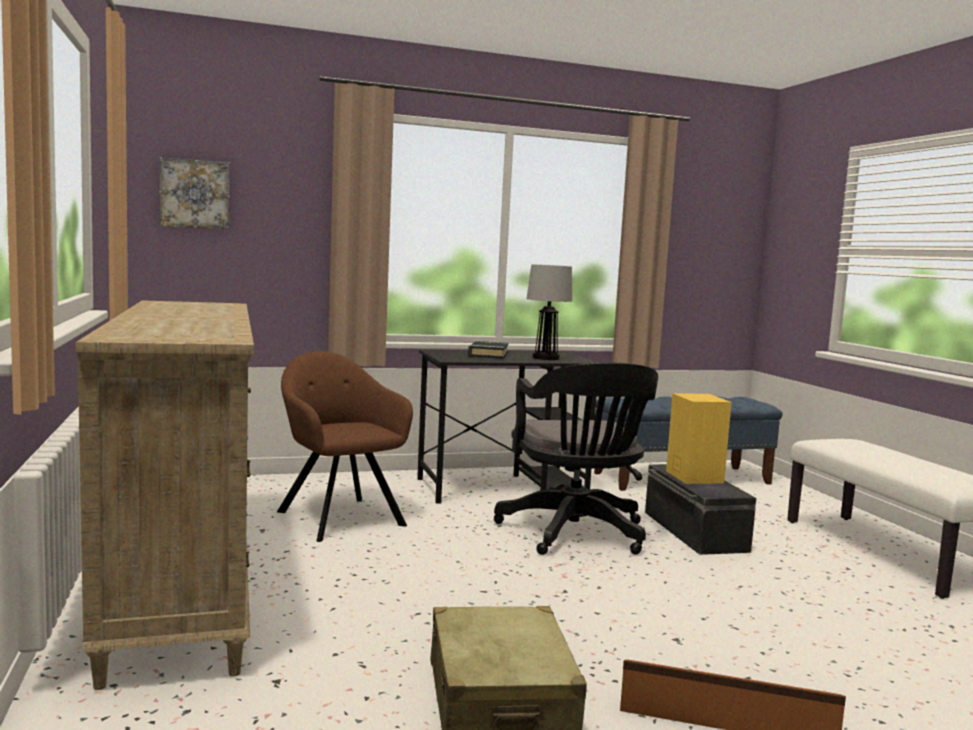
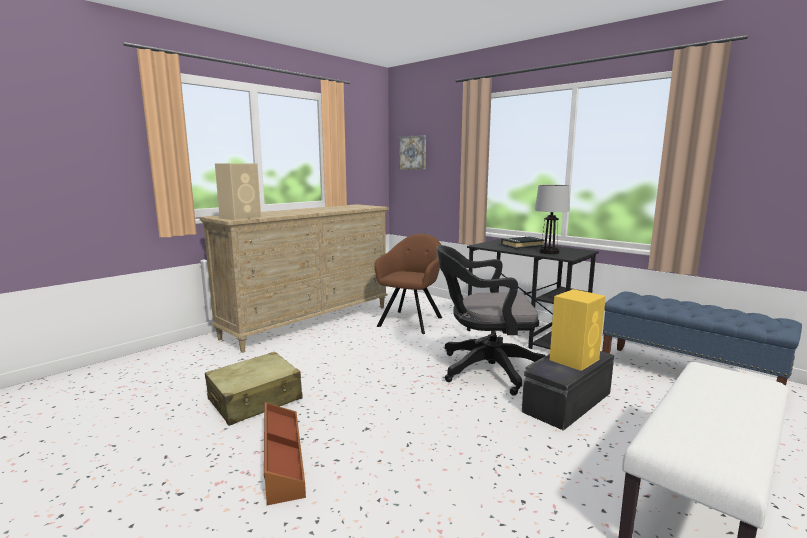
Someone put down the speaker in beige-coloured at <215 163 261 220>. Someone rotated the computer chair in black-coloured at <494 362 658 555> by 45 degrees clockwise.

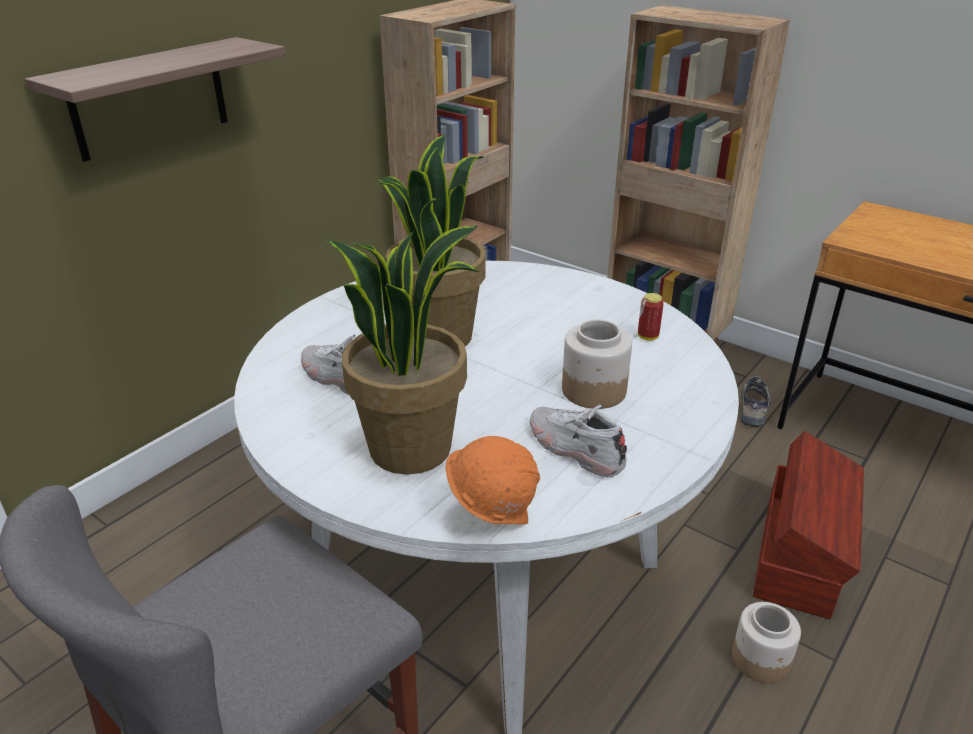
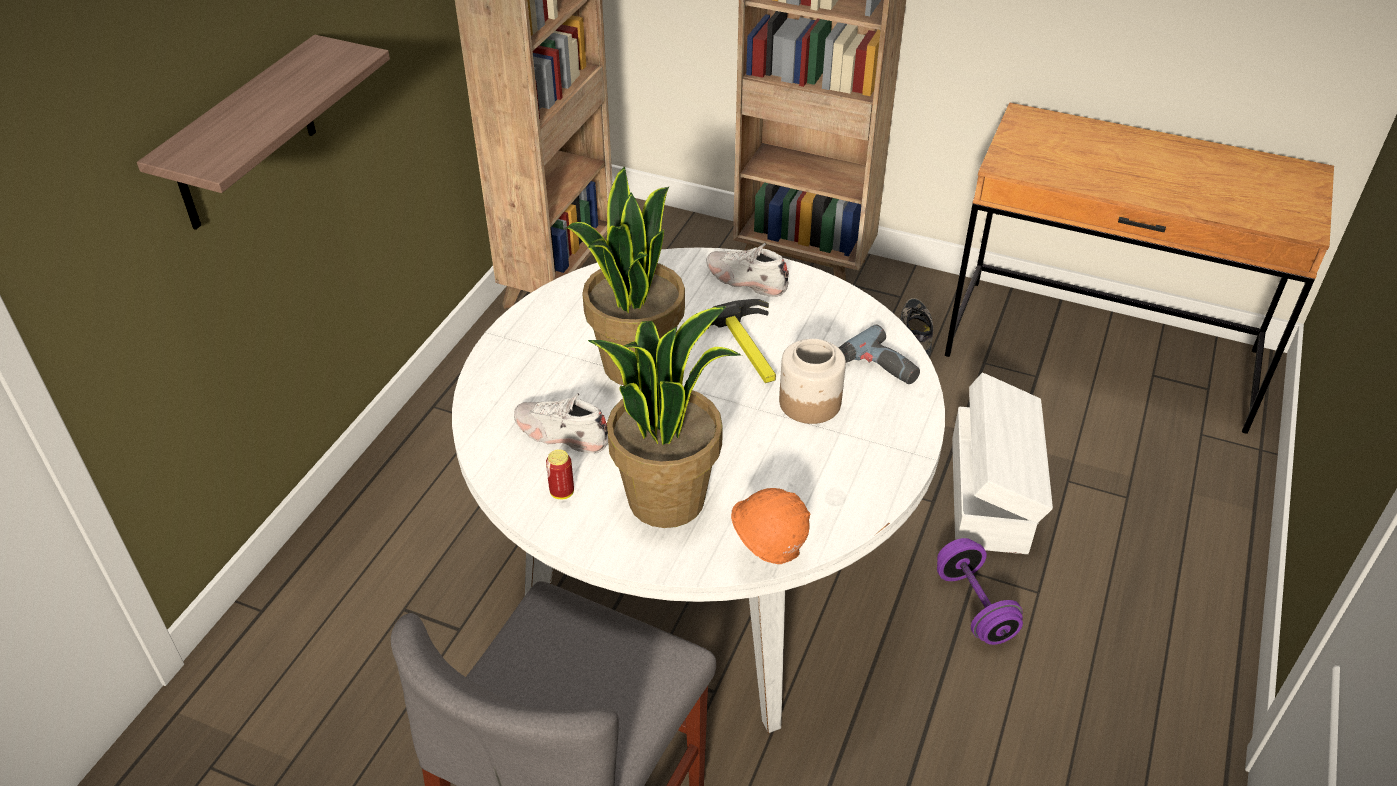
Someone carried the can from <638 293 664 341> to <546 449 574 499>. Someone put down the hand hammer at <696 299 776 383>. Someone carried the shoe in white from <530 404 627 478> to <706 243 789 297>. Someone put down the electric drill at <839 324 920 384>. Someone swapped the storage jar at <732 602 801 683> for the free weight in purple-coloured at <937 538 1023 645>. Someone repainted the storage bin in brown at <753 431 864 619>, which became the storage bin in white at <952 373 1053 554>.

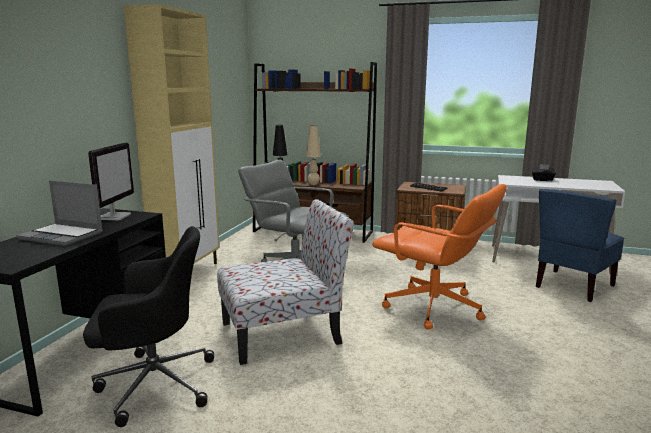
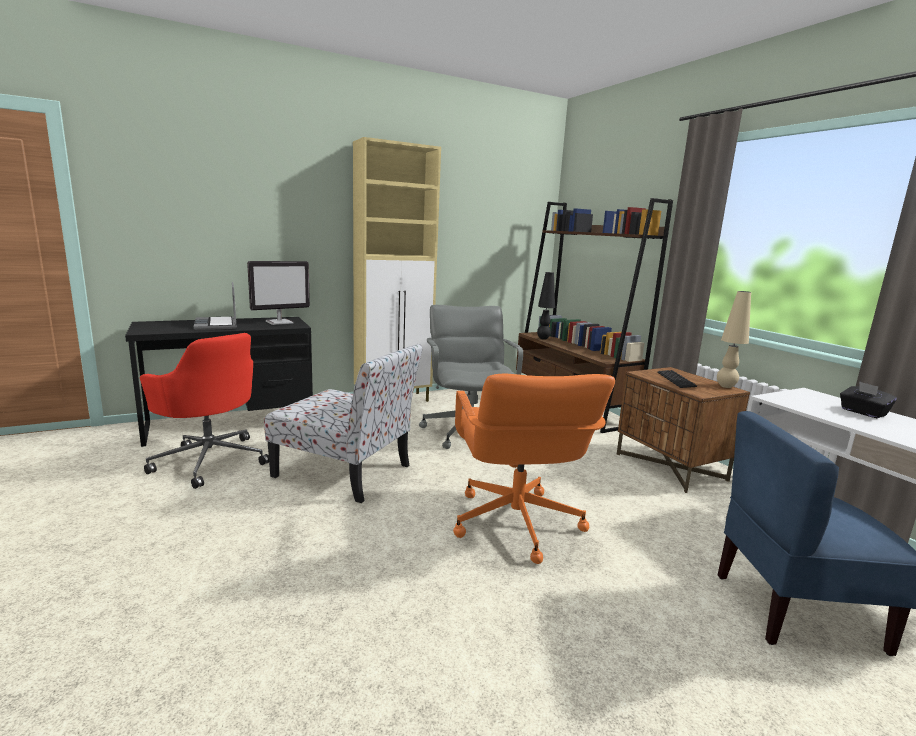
Someone repainted the computer chair in black-coloured at <83 226 214 427>, which became the computer chair in red at <140 333 269 489>. Someone carried the lamp for a table in beige-coloured from <306 126 321 185> to <717 291 751 388>.

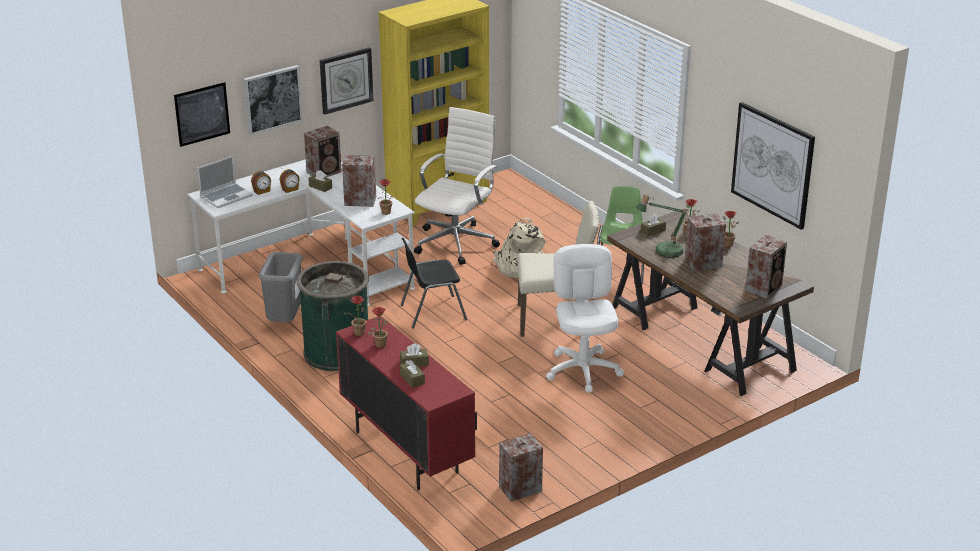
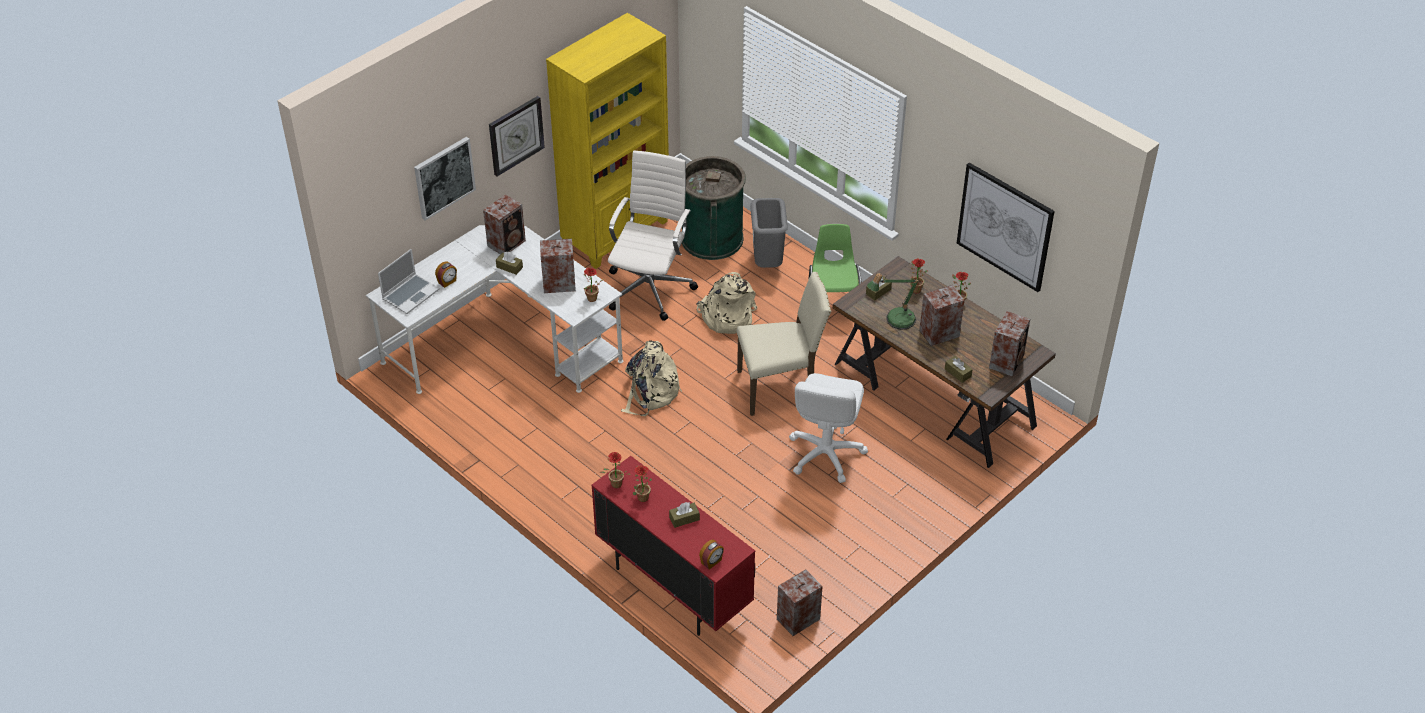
Someone swapped the plain chair in black-coloured at <401 238 468 328> for the knapsack in beige-coloured at <621 340 682 416>. Someone carried the rubbish bin in greenish from <297 261 369 371> to <682 156 746 260>. Someone carried the table clock from <280 169 300 193> to <699 540 724 570>. Someone carried the rubbish bin in grey from <258 252 303 322> to <750 198 788 268>. Someone rotated the computer chair in white at <546 244 624 393> by 150 degrees counterclockwise. Someone carried the tissue box in brown from <400 360 425 388> to <945 356 973 383>. Someone took away the picture at <174 82 230 147>.

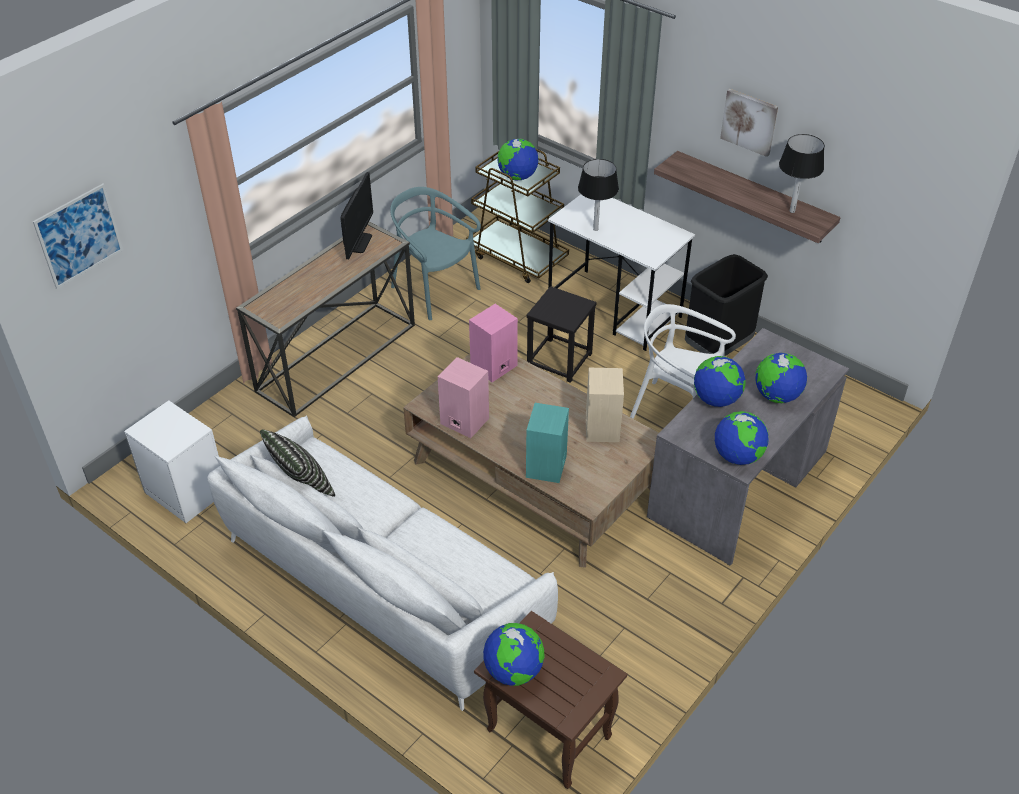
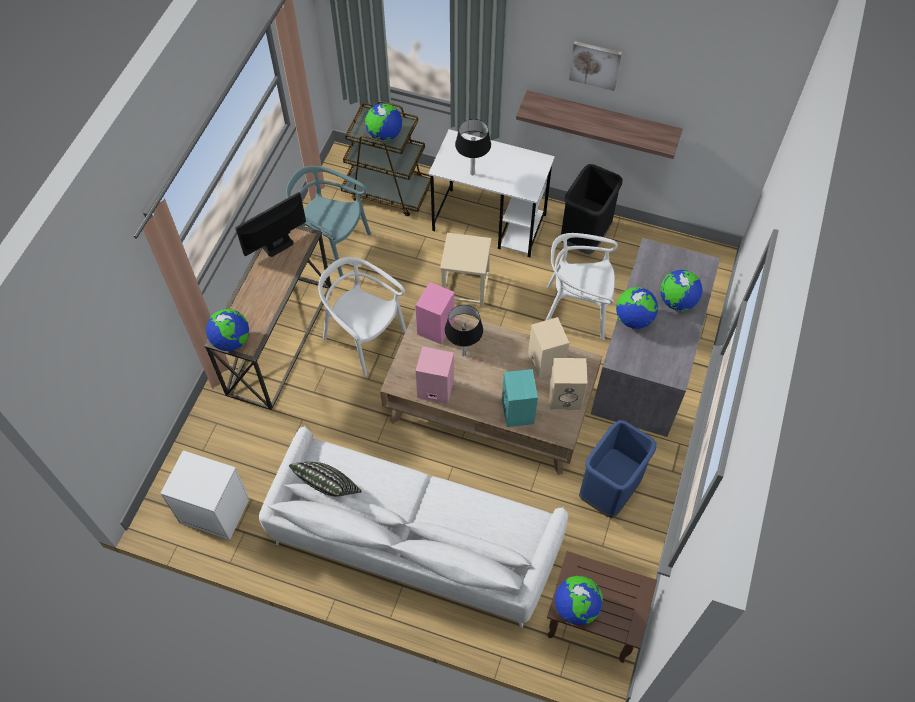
Someone carried the world globe from <715 411 769 465> to <206 309 249 351>. Someone rotated the monitor at <341 172 373 259> by 120 degrees counterclockwise. Someone put down the plain chair in white at <318 257 406 376>. Someone repainted the stool seat in black-coloured at <526 286 597 383>, which became the stool seat in beige-coloured at <440 233 492 307>. Someone carried the lamp for a table in black-coloured from <779 134 824 213> to <445 305 483 356>. Someone put down the speaker in beige-coloured at <549 358 588 410>. Someone put down the rubbish bin in bluish at <579 420 657 518>. Someone took away the picture at <33 184 123 289>.

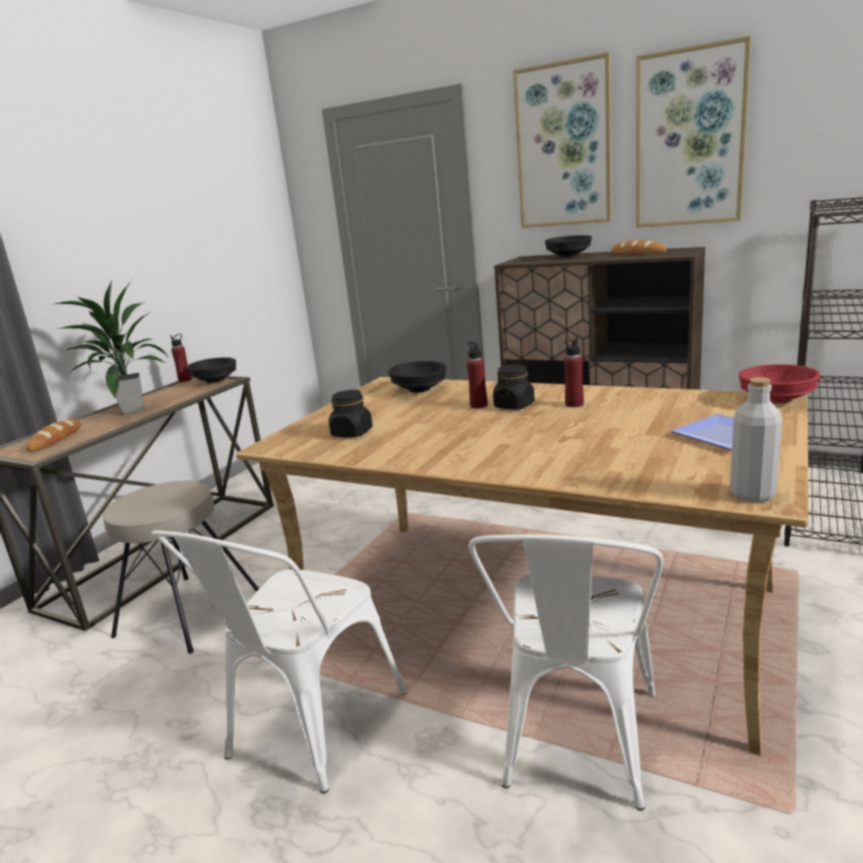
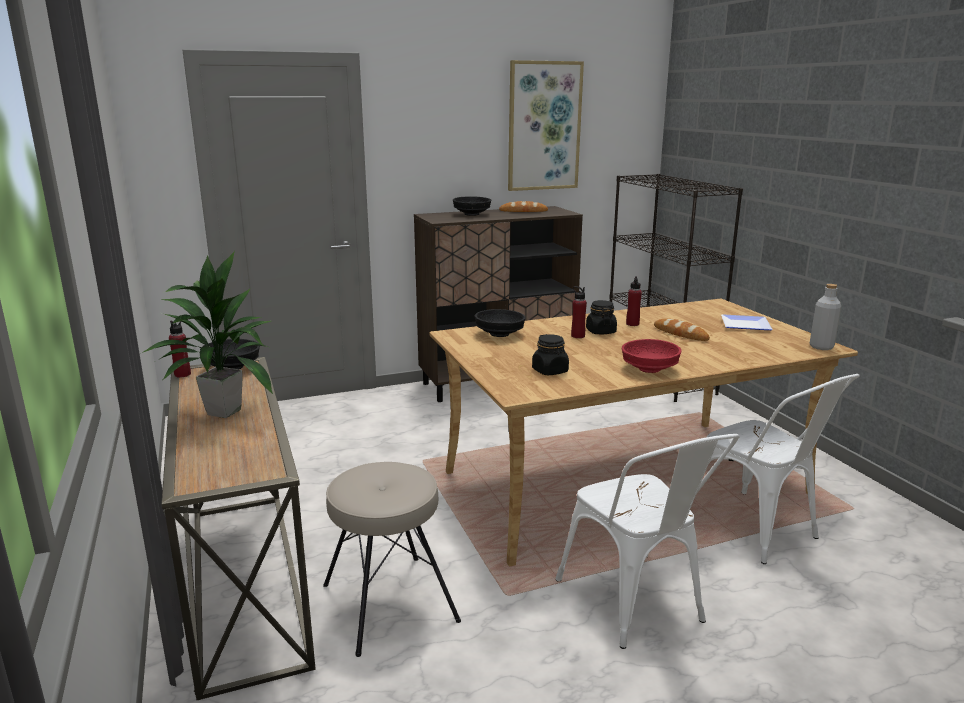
Someone carried the deep dish in red from <739 364 820 404> to <622 339 682 373>. Someone carried the bakery bread from <26 419 81 452> to <654 318 710 341>. Someone took away the picture at <513 52 612 228>.

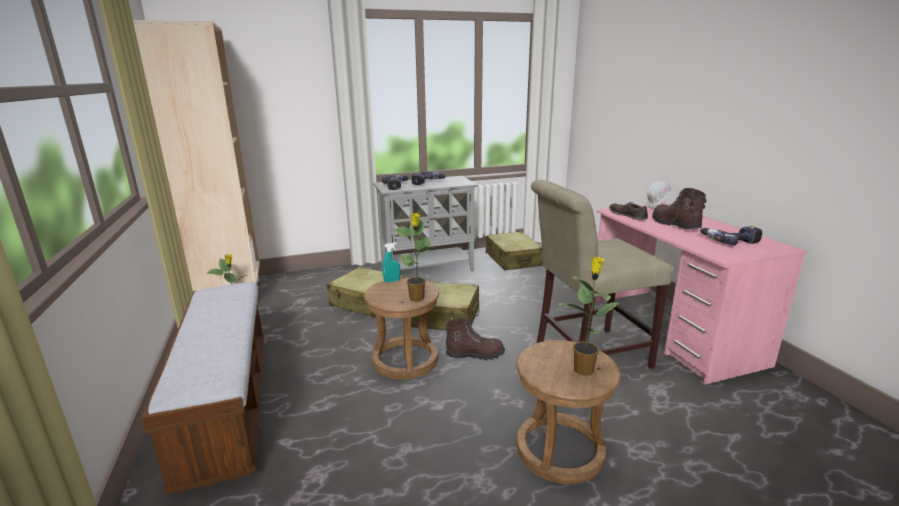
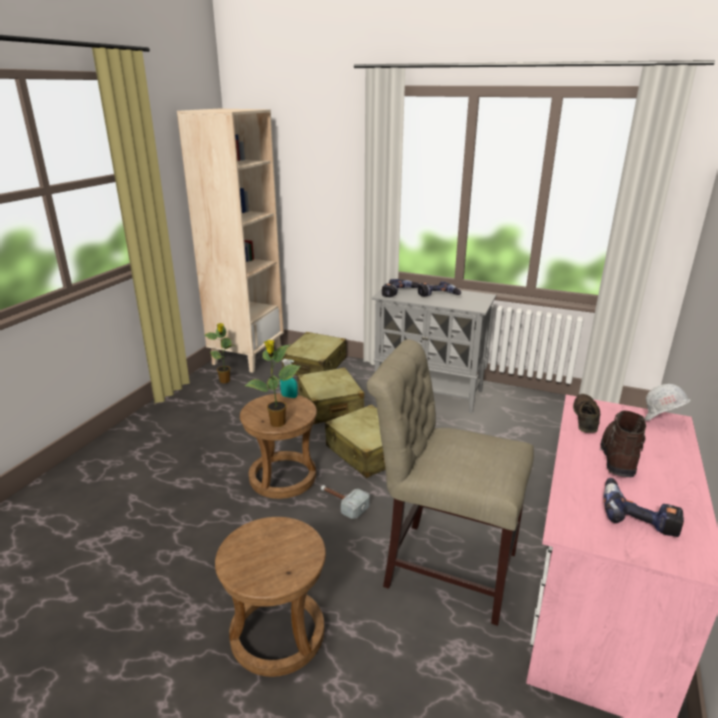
Someone carried the travel case in beige-coloured from <486 231 543 270> to <282 332 347 376>. Someone swapped the tall boot in brown at <446 318 505 360> for the hand hammer at <321 485 370 519>. Someone took away the long seat at <142 282 265 494>. Someone took away the plant in a pot at <556 257 625 376>.

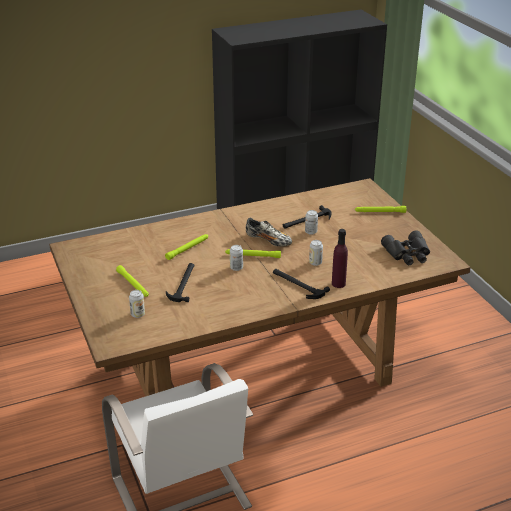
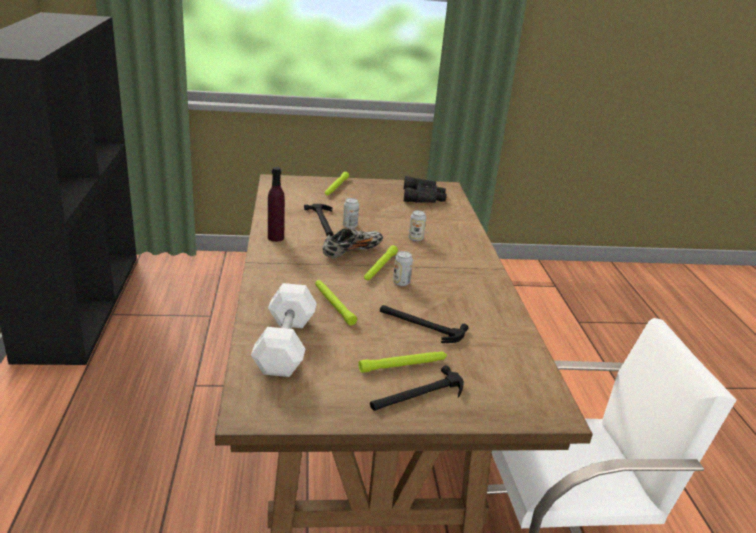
Someone put down the free weight in white at <251 283 317 377>. Someone carried the drink bottle in purple-coloured from <332 229 348 288> to <268 167 285 242>. Someone carried the hand hammer from <273 269 330 299> to <370 365 464 411>. Someone took away the can at <129 290 145 318>.

